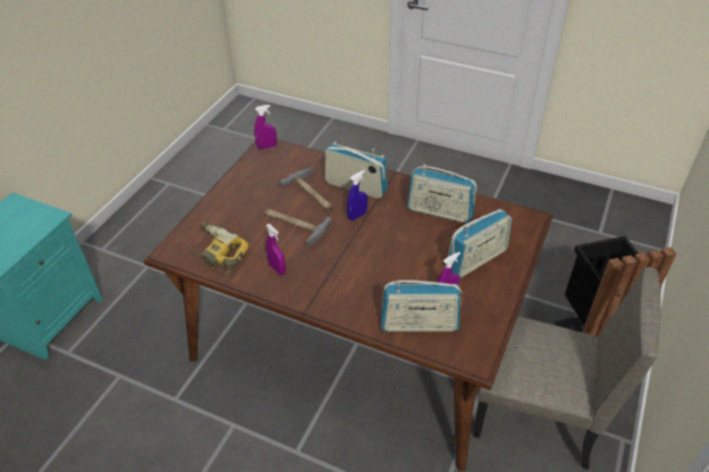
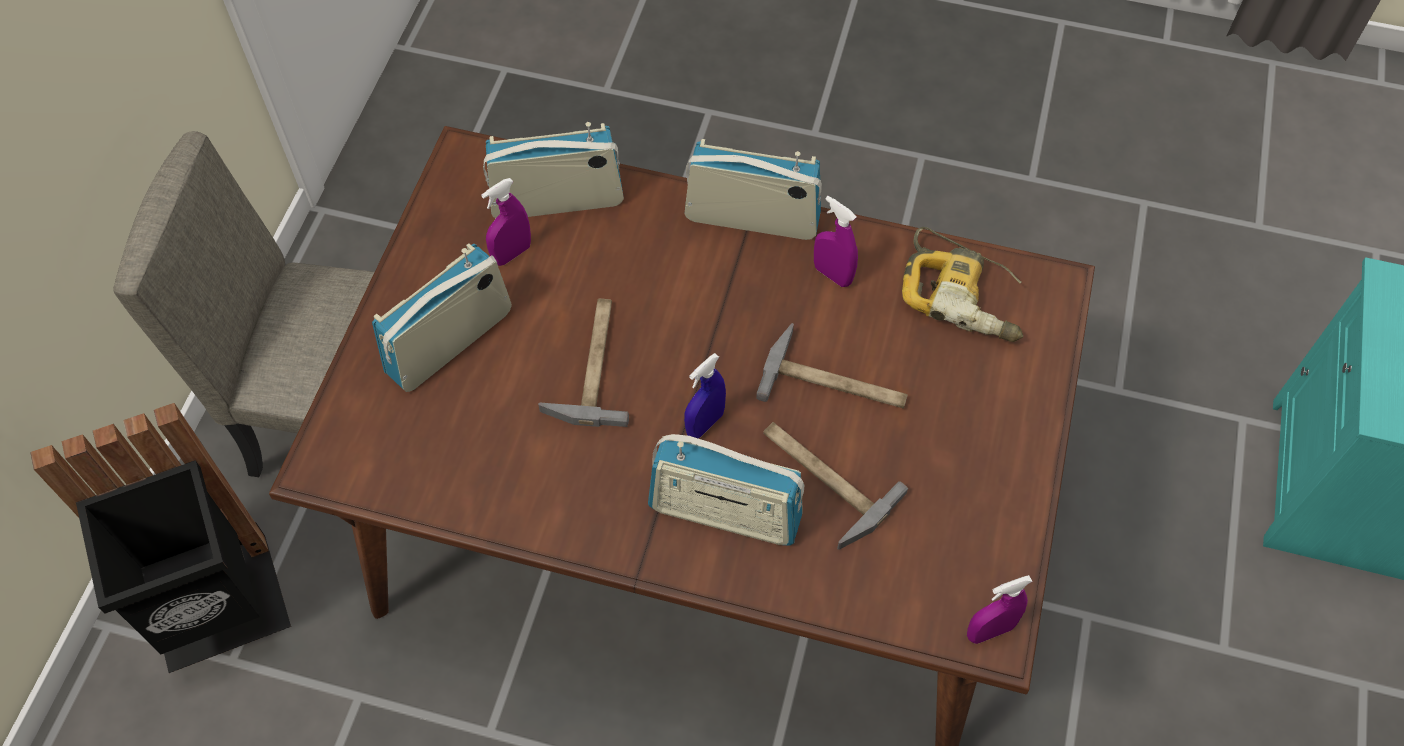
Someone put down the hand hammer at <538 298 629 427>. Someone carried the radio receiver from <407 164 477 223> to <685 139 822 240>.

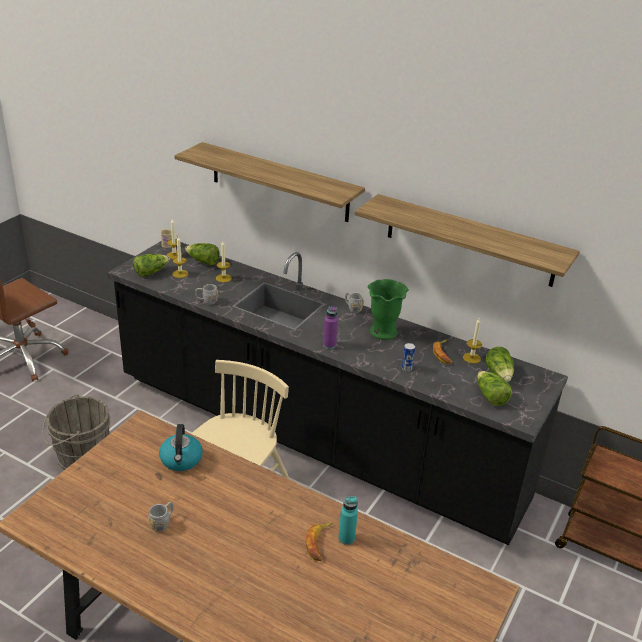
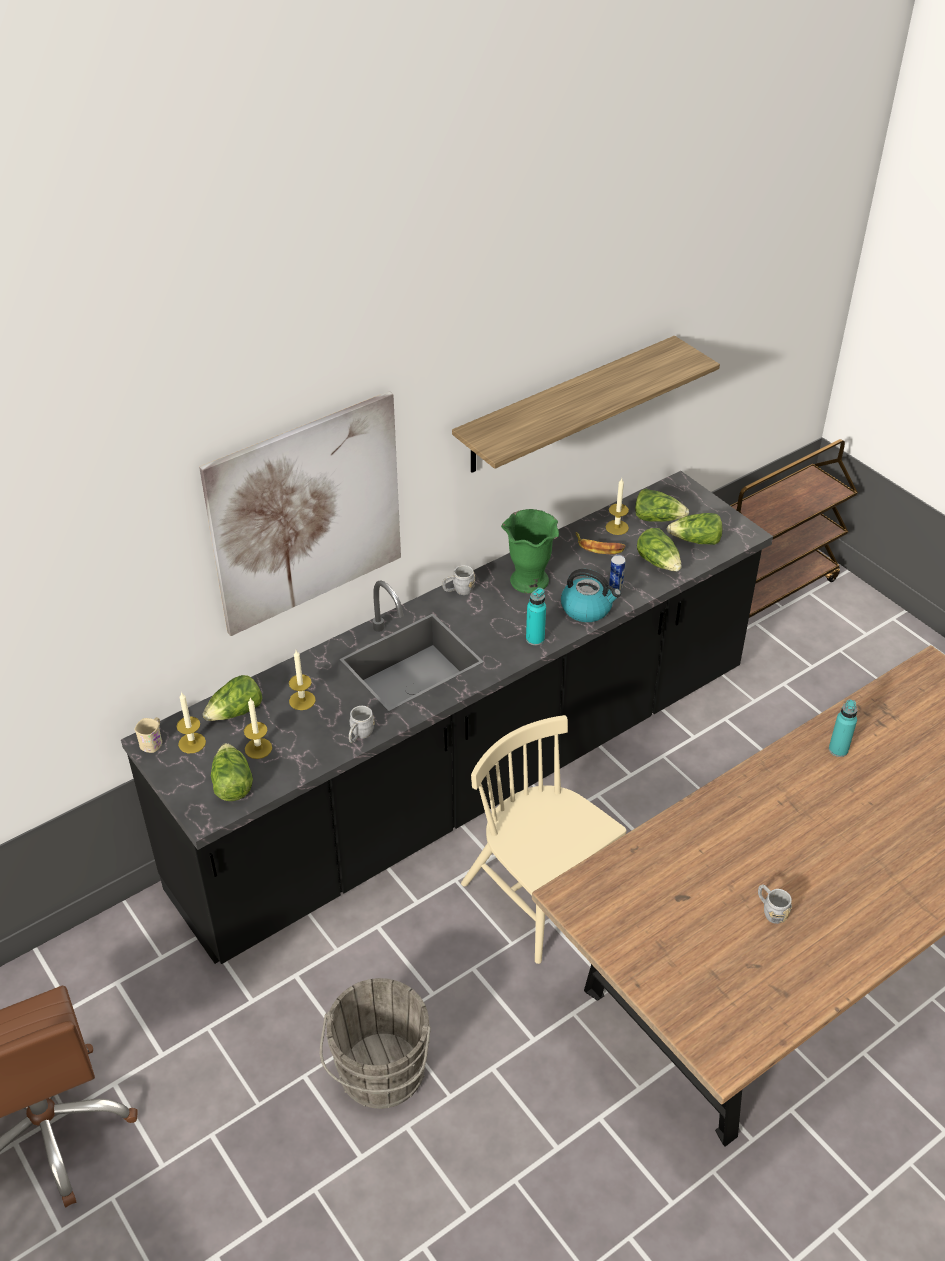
Someone swapped the wall shelf at <174 142 365 222> for the picture at <199 391 401 636>. Someone repainted the drink bottle in purple-coloured at <323 306 338 349>, which became the drink bottle in turquoise at <526 588 546 646>. Someone carried the water kettle from <159 424 203 471> to <561 569 621 622>. Someone put down the head of lettuce at <637 528 681 571>. Someone took away the banana fruit at <306 522 333 561>.

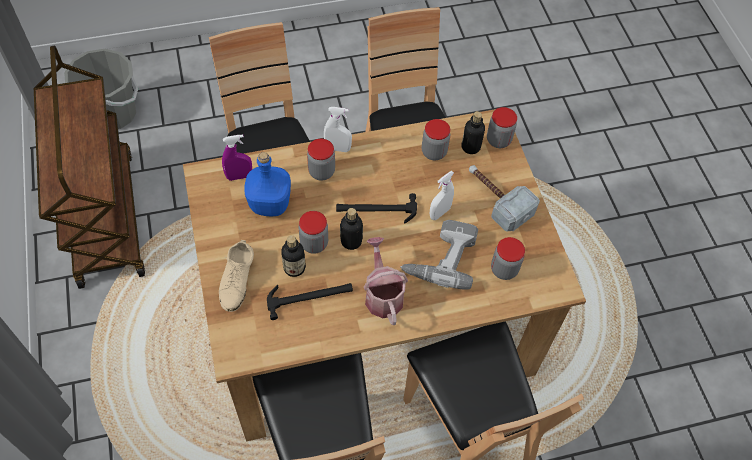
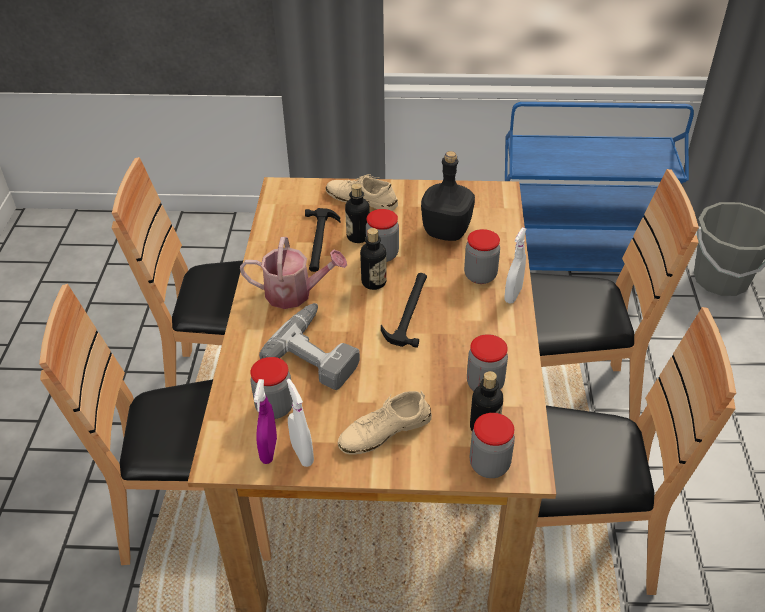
Someone carried the sprayer in purple-coloured from <222 134 252 181> to <254 379 277 464>. Someone carried the sprayer in white from <430 171 454 220> to <286 379 314 467>. Someone swapped the hand hammer at <469 165 540 232> for the shoe in beige-coloured at <338 391 432 455>. Someone repainted the drink bottle in bluish at <244 152 291 216>, which became the drink bottle in black-coloured at <421 151 475 241>. Someone repainted the trolley in brown at <34 45 145 289>, which became the trolley in bluish at <505 102 694 272>.

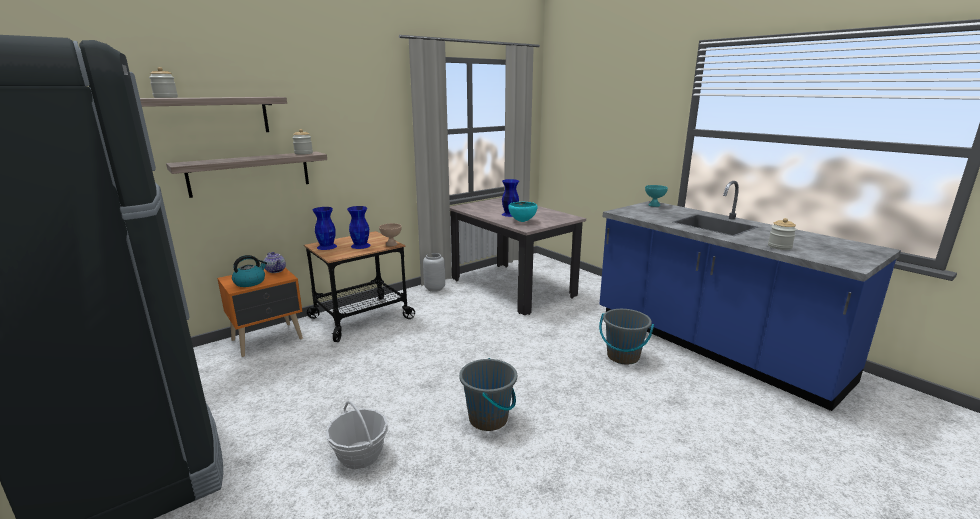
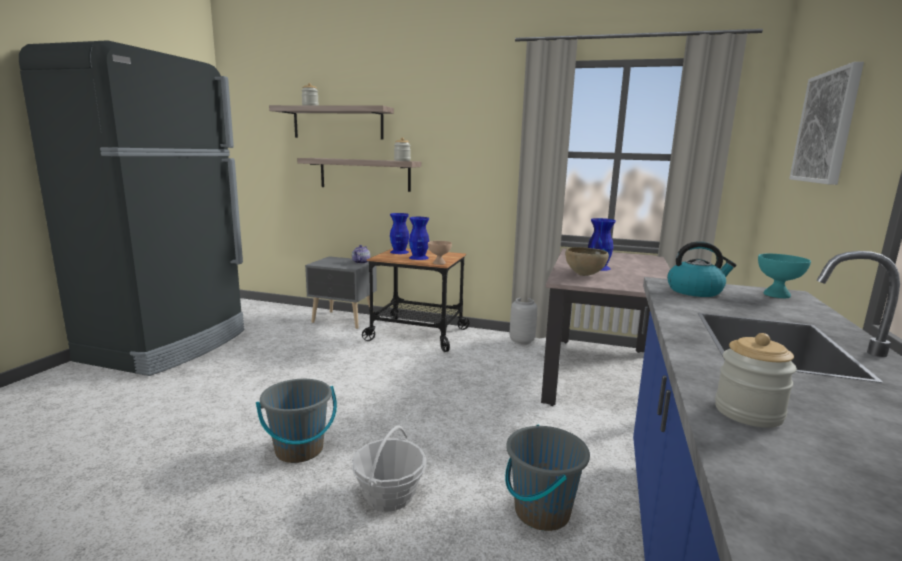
Someone repainted the night table in orange-coloured at <217 268 303 357>, which became the night table in grey at <305 256 377 329>. Someone carried the basket from <326 401 388 469> to <352 425 427 512>. Someone repainted the deep dish in turquoise at <508 202 538 222>, which became the deep dish in brown at <565 247 609 276>. Someone carried the water kettle from <232 255 267 287> to <667 241 737 297>. Someone put up the picture at <789 62 864 185>.

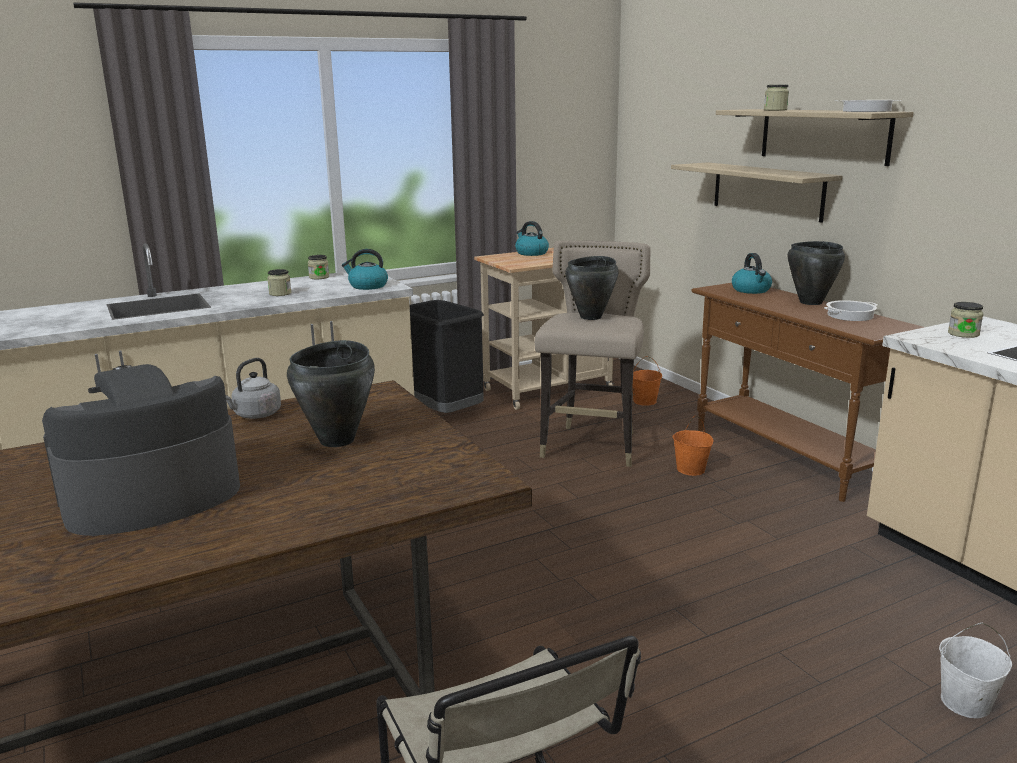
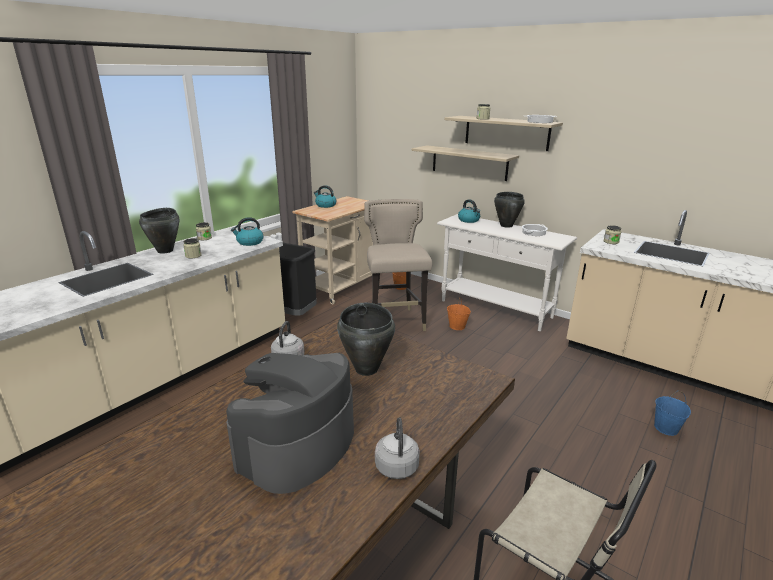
Someone carried the stockpot in black-coloured from <565 256 619 320> to <139 208 180 254>. Someone put down the water kettle in grey at <375 417 420 479>. Someone repainted the narrow table in brown at <691 283 924 502>, which became the narrow table in white at <437 214 577 331>. Someone repainted the bucket in white at <939 623 1012 718>, which became the bucket in bluish at <654 391 691 436>.

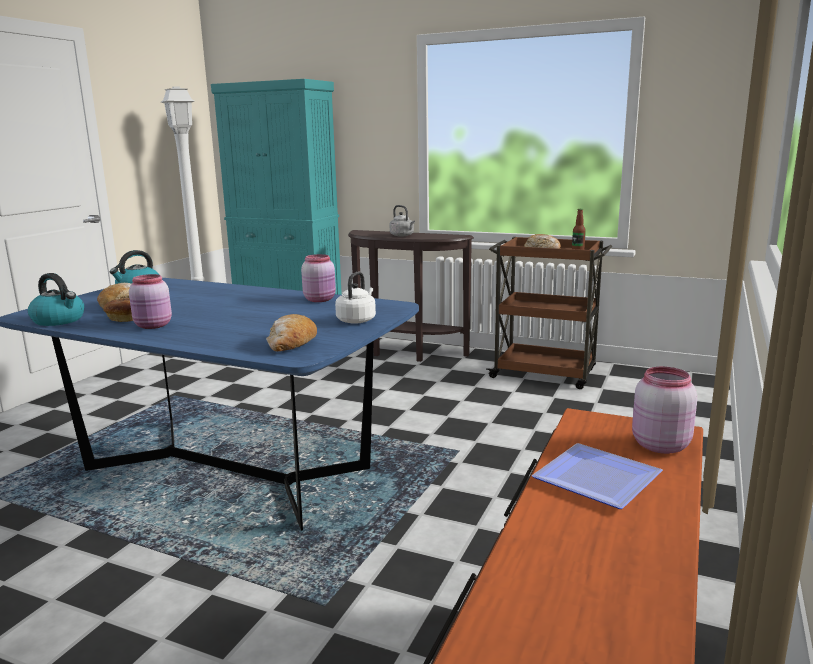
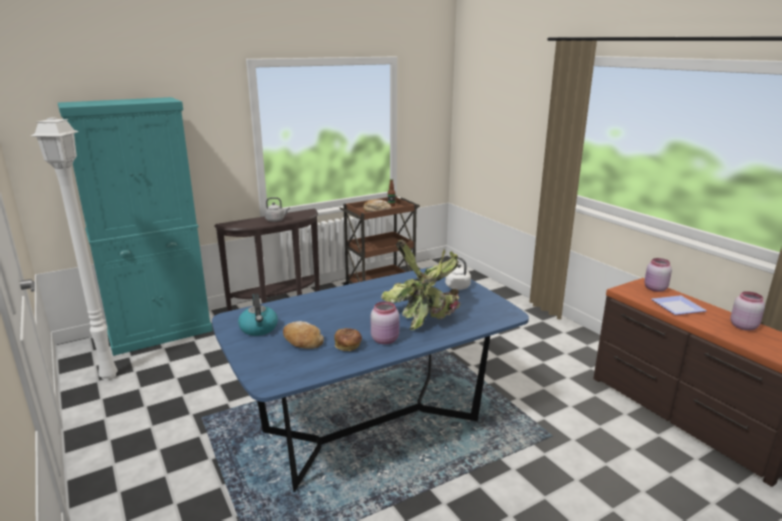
Someone put down the plant in a pot at <381 239 460 330>. Someone carried the storage jar in pink-coloured from <301 254 336 302> to <730 291 765 331>. Someone took away the water kettle at <28 273 84 326>. Someone took away the bakery bread at <266 314 317 352>.

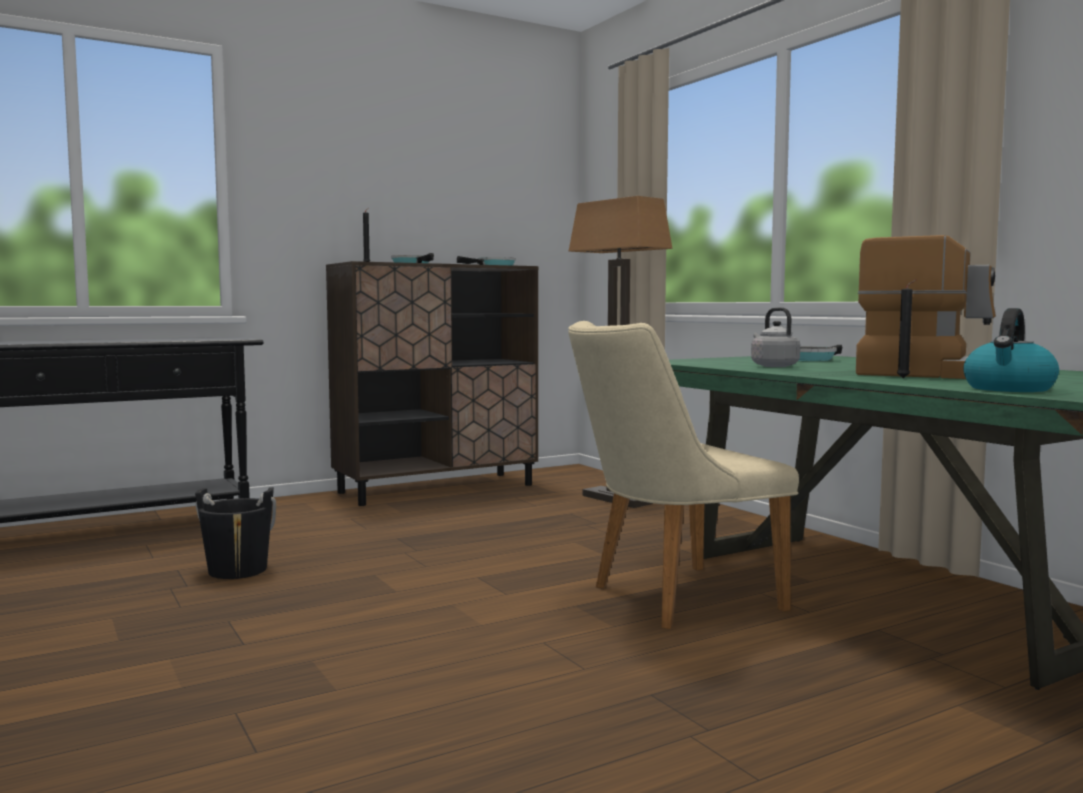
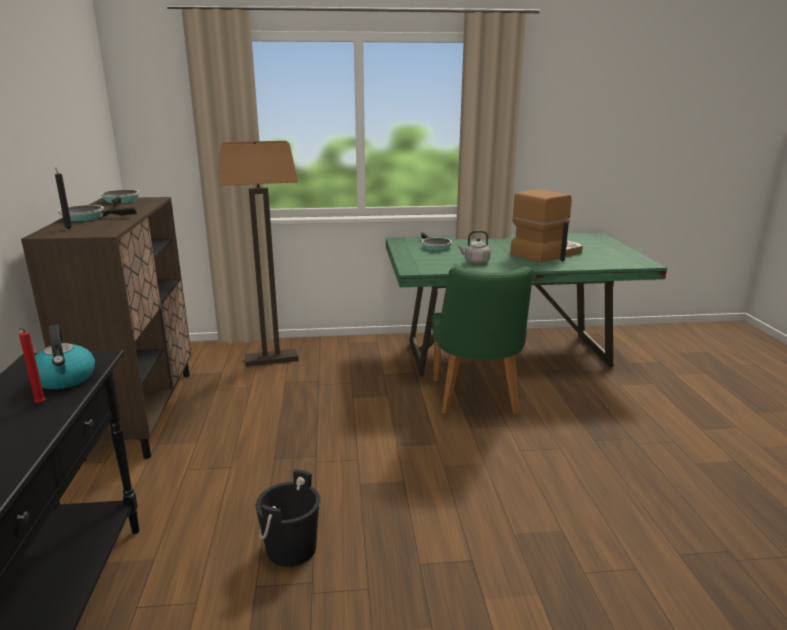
Someone put down the candle in red at <19 328 46 404>. Someone carried the water kettle from <963 308 1059 392> to <35 325 95 389>. Someone repainted the plain chair in beige-coloured at <568 321 799 629>, which became the plain chair in greenish at <432 266 533 415>.

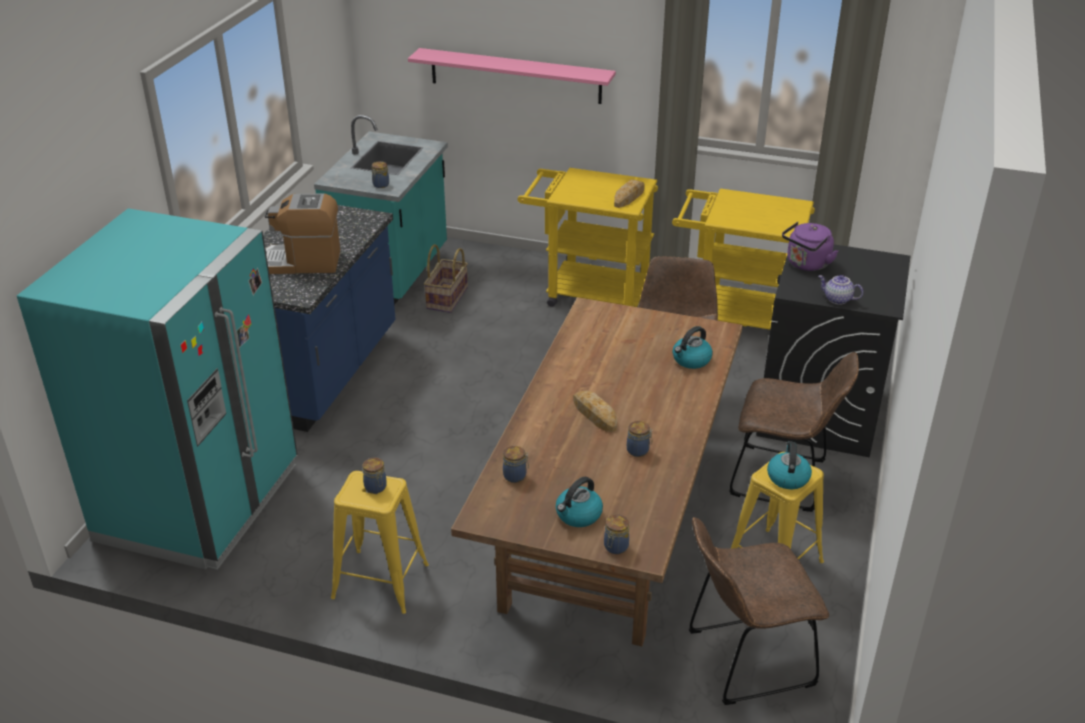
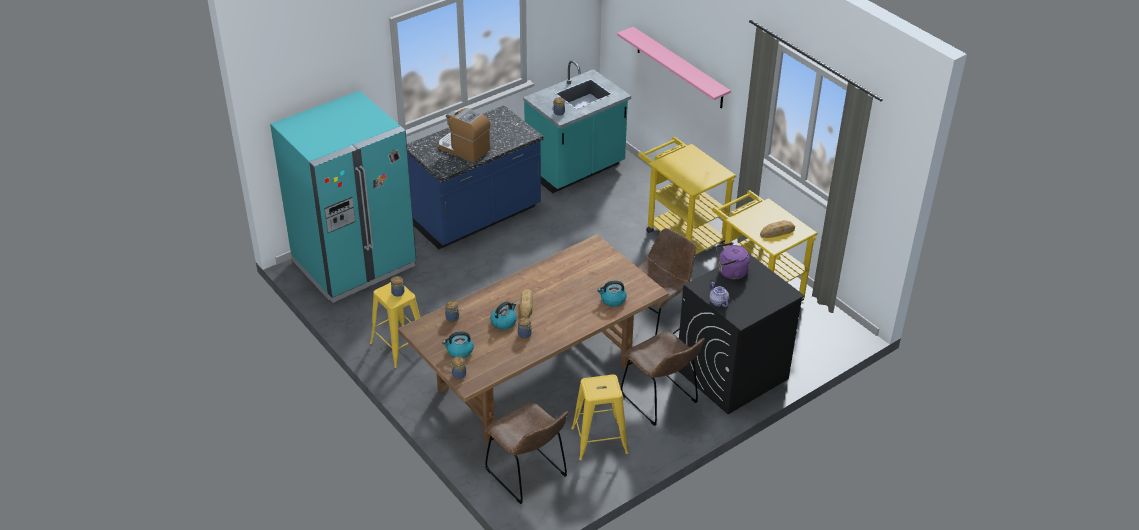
Someone rotated the plain chair in brown at <689 517 829 705> by 150 degrees counterclockwise. Someone carried the water kettle from <767 441 812 489> to <490 302 517 330>. Someone carried the bakery bread from <614 180 645 208> to <760 220 795 238>. Someone took away the basket at <424 244 468 313>.

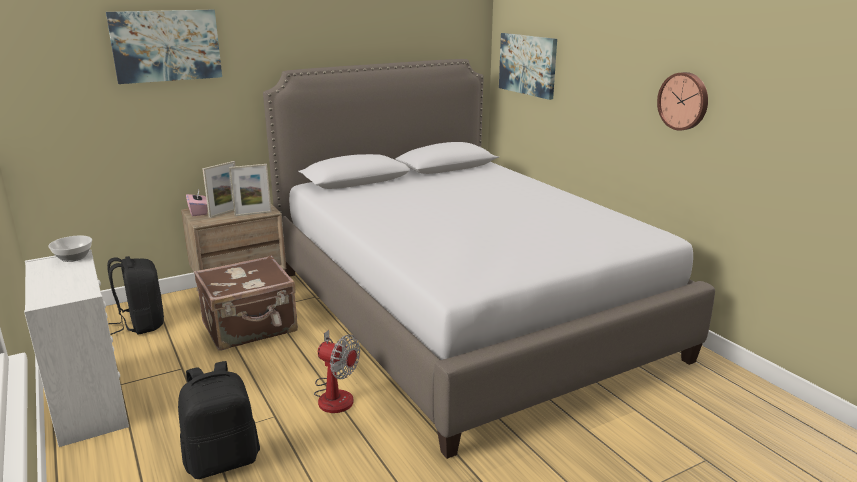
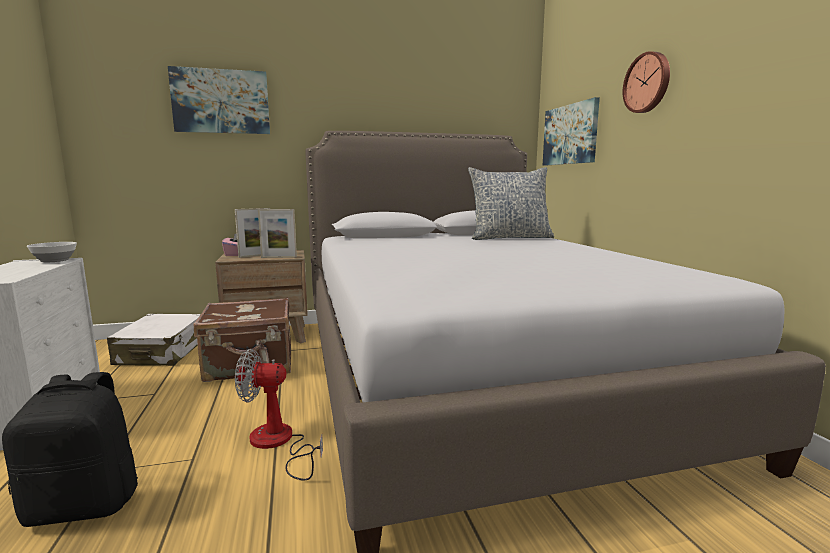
Someone swapped the knapsack in black-coloured at <107 256 164 335> for the travel case in white at <107 314 201 366>. Someone rotated the fan at <314 330 360 413> by 135 degrees clockwise. Someone put down the throw pillow at <468 167 554 240>. Someone carried the clock on the wall from <657 72 708 131> to <623 51 670 113>.

